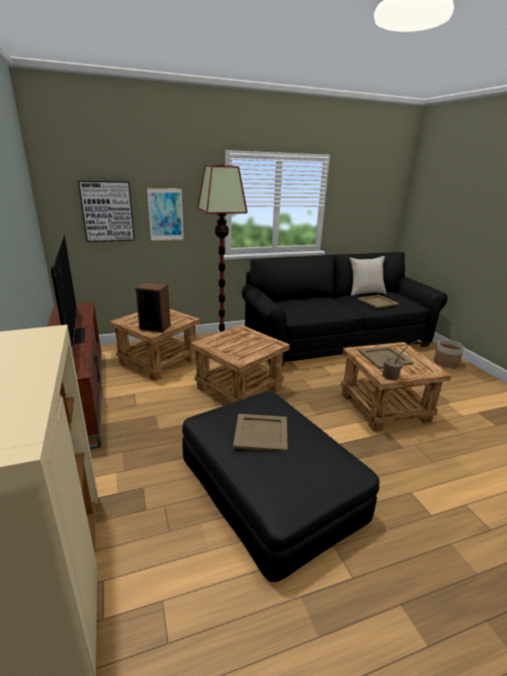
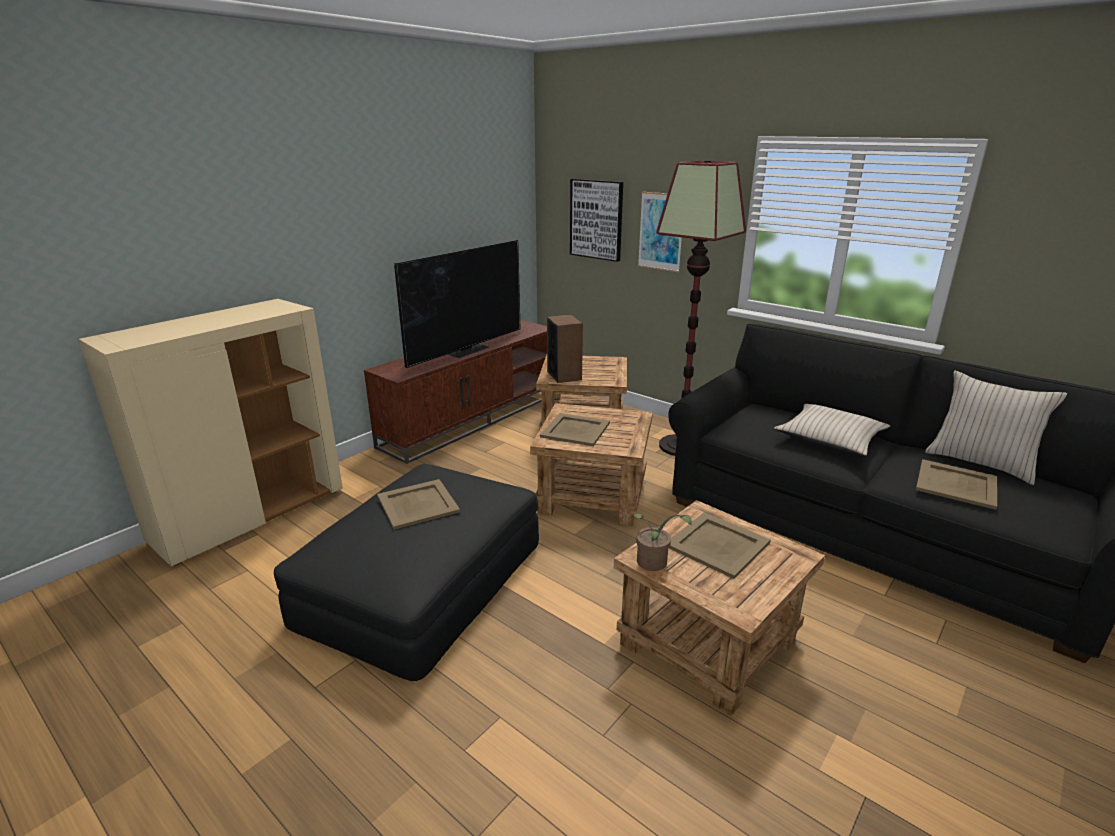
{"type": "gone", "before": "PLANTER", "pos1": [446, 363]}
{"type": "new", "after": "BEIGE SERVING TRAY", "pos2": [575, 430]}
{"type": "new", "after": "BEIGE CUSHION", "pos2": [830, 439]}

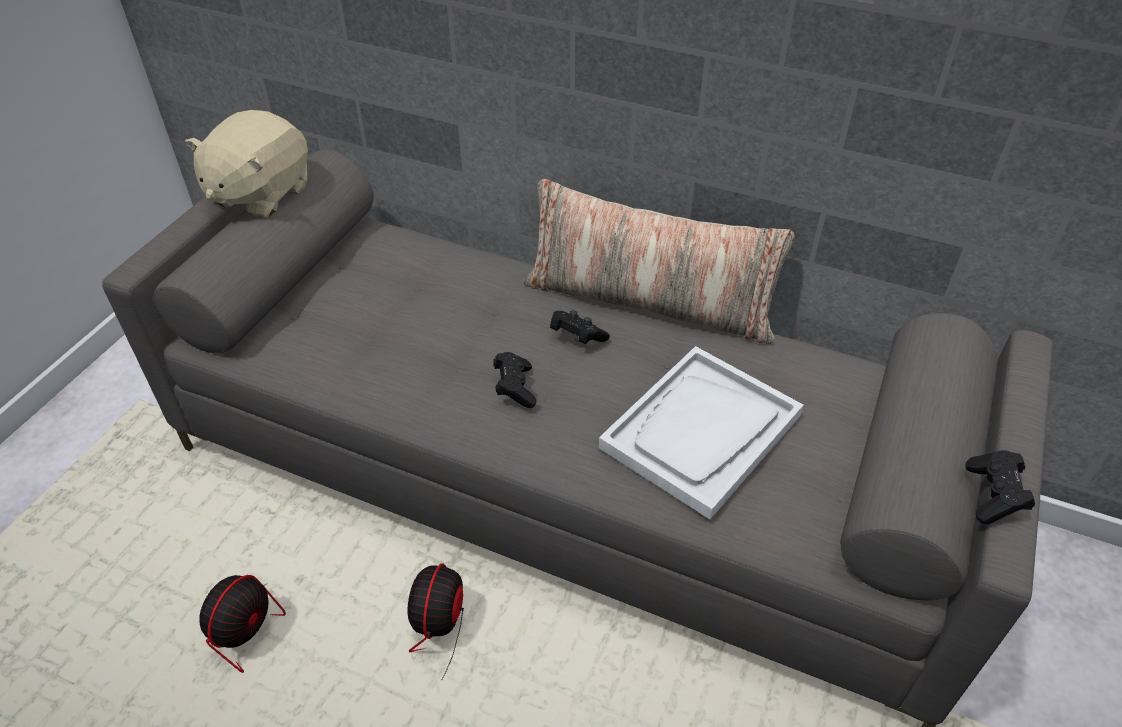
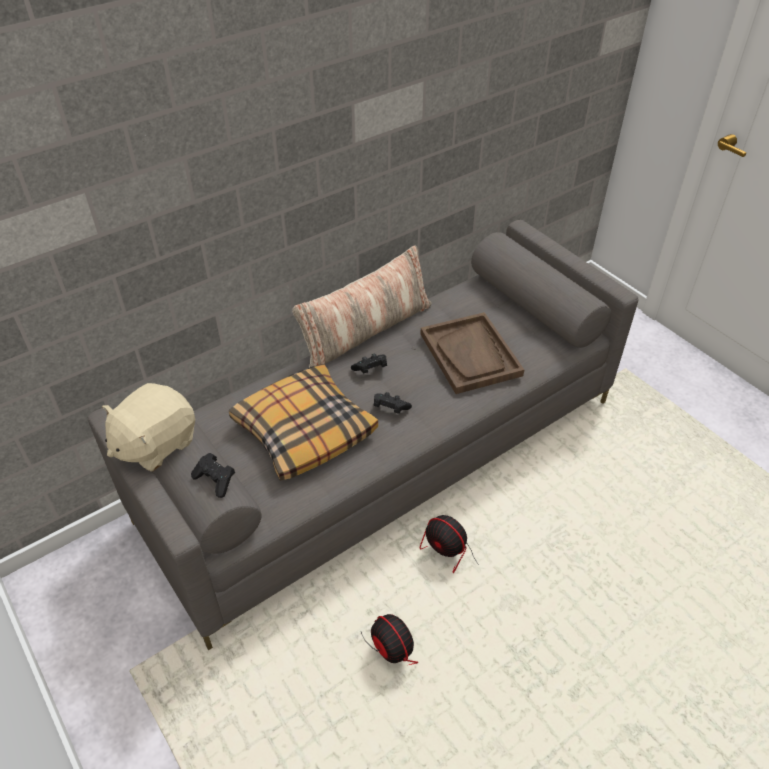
{"type": "new", "after": "CUSHION", "pos2": [304, 430]}
{"type": "shifted", "before": "BLACKISH GAMEPAD", "pos1": [993, 496], "pos2": [215, 480]}
{"type": "repainted", "before": "WHITE-COLOURED SERVING TRAY", "after": "BROWNISH SERVING TRAY", "pos1": [701, 432], "pos2": [470, 354]}
{"type": "rotated", "before": "BEIGE SOFT TOY", "pos1": [259, 194], "pos2": [155, 444], "turn": 75}

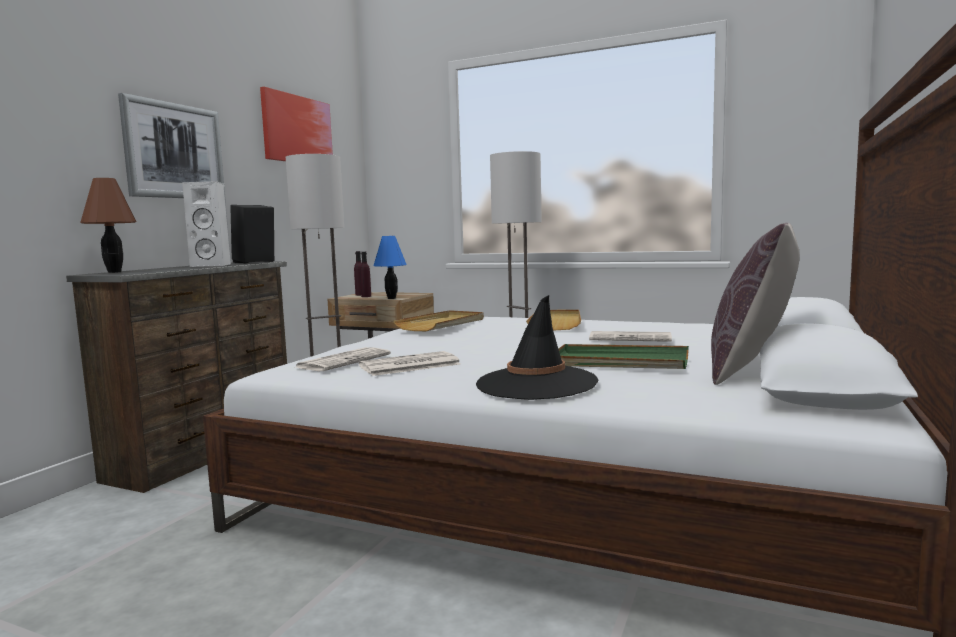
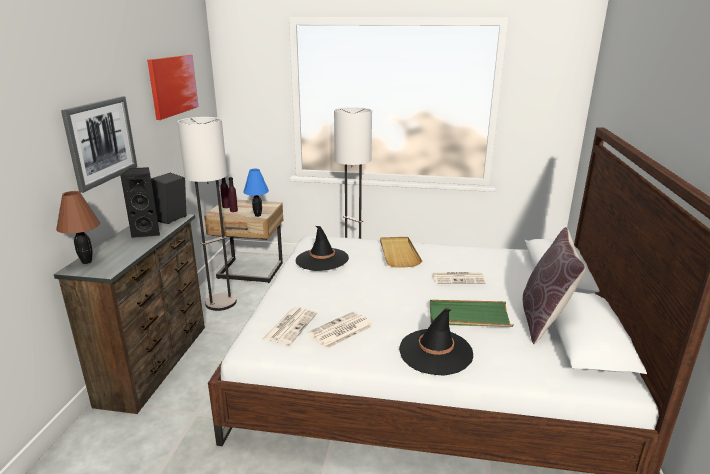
{"type": "swapped", "before": "BEIGE SERVING TRAY", "after": "BLACKISH CLOTHING HAT", "pos1": [442, 324], "pos2": [322, 259]}
{"type": "repainted", "before": "WHITE-COLOURED SPEAKER", "after": "BLACKISH SPEAKER", "pos1": [213, 265], "pos2": [147, 232]}

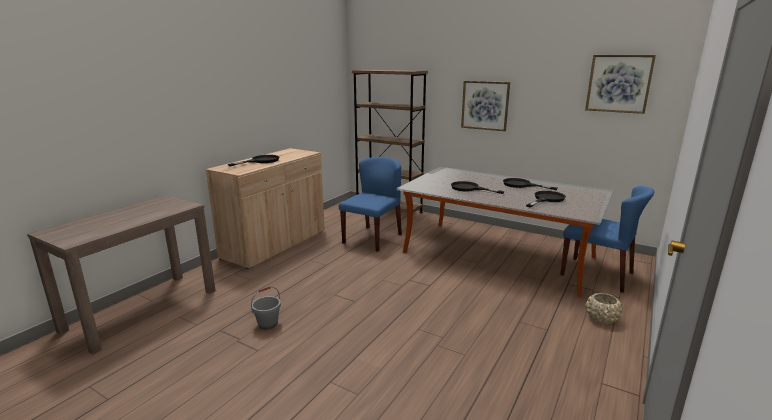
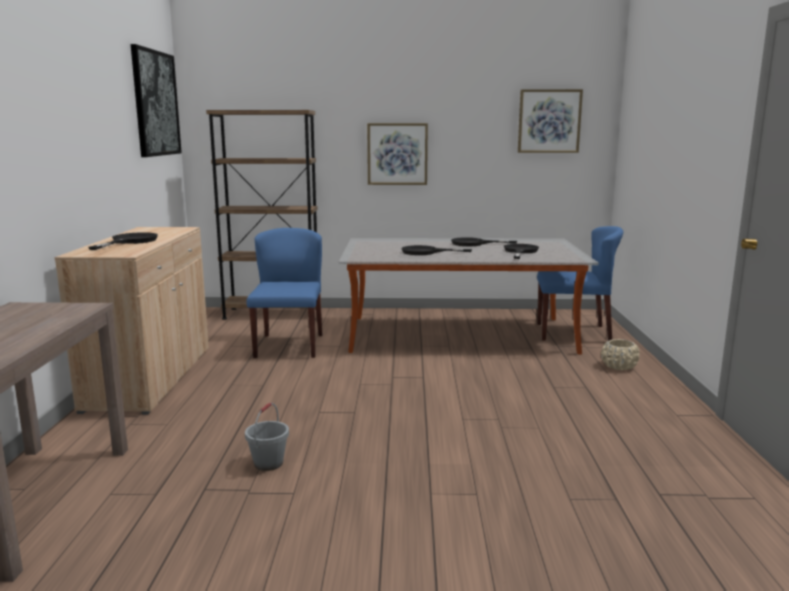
{"type": "new", "after": "WALL ART", "pos2": [155, 103]}

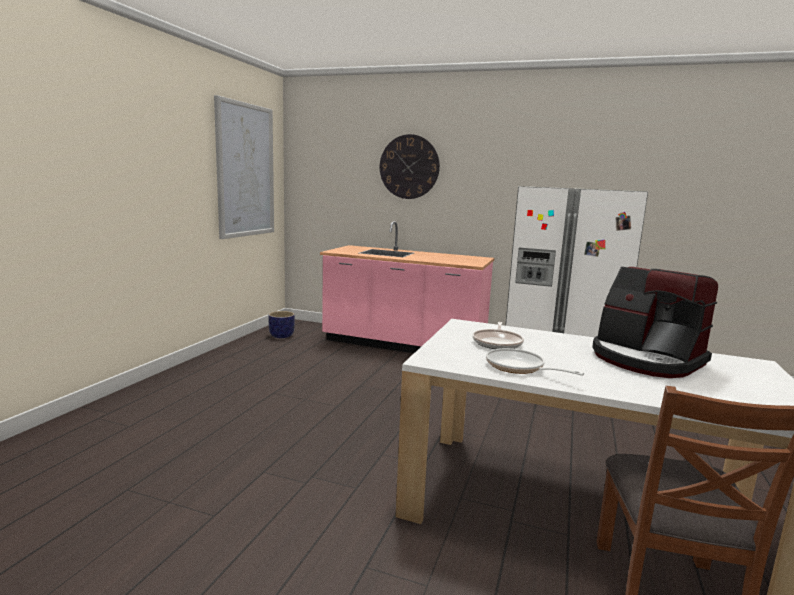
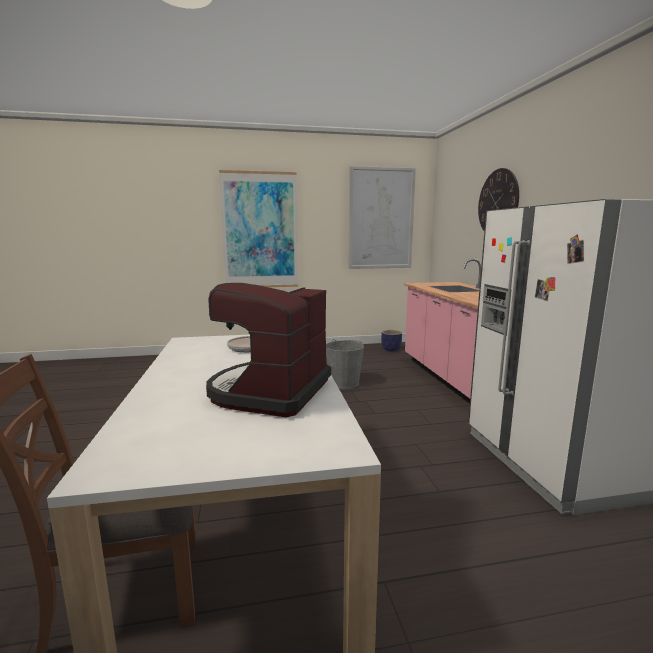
{"type": "gone", "before": "PAN", "pos1": [519, 367]}
{"type": "new", "after": "WALL ART", "pos2": [260, 231]}
{"type": "new", "after": "GREYISH BUCKET", "pos2": [344, 383]}

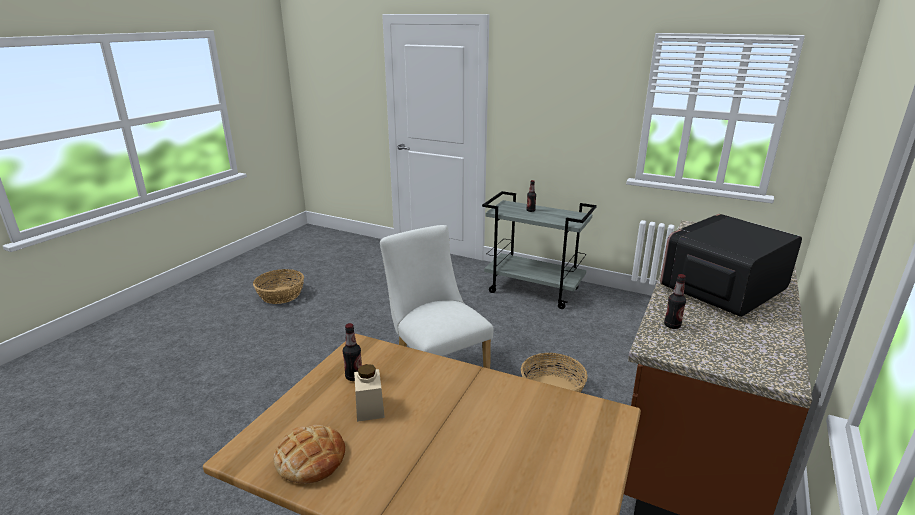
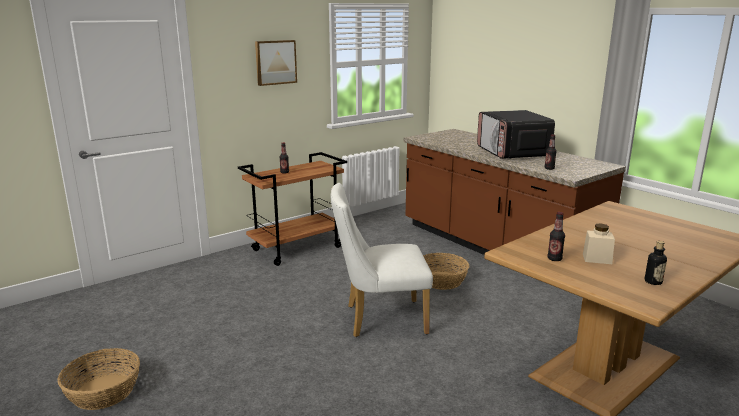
{"type": "new", "after": "WALL ART", "pos2": [275, 62]}
{"type": "swapped", "before": "BAKED BREAD", "after": "BOTTLE", "pos1": [310, 459], "pos2": [653, 281]}
{"type": "repainted", "before": "GREYISH TROLLEY", "after": "BROWNISH TROLLEY", "pos1": [534, 290], "pos2": [297, 248]}

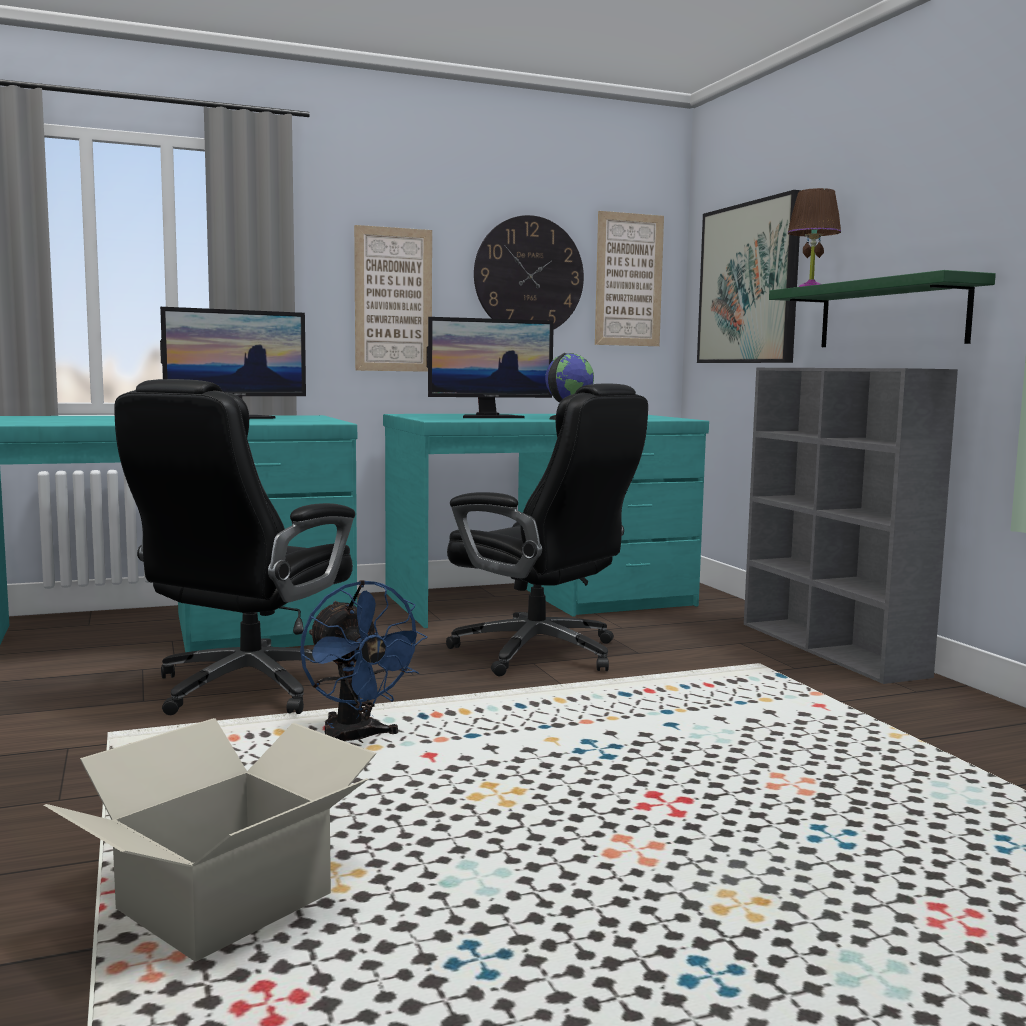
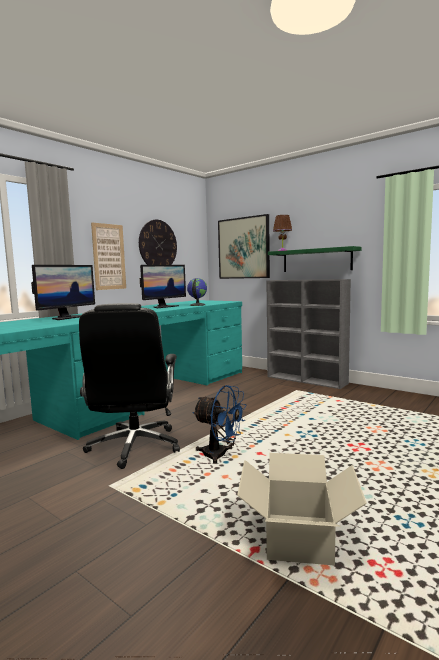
{"type": "gone", "before": "BLACKISH COMPUTER CHAIR", "pos1": [541, 653]}
{"type": "gone", "before": "WALL ART", "pos1": [628, 280]}

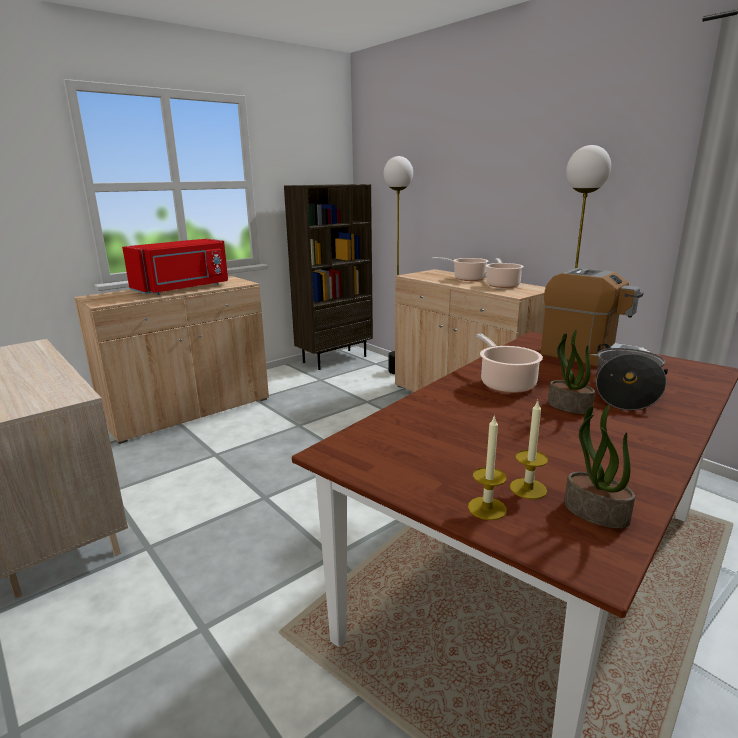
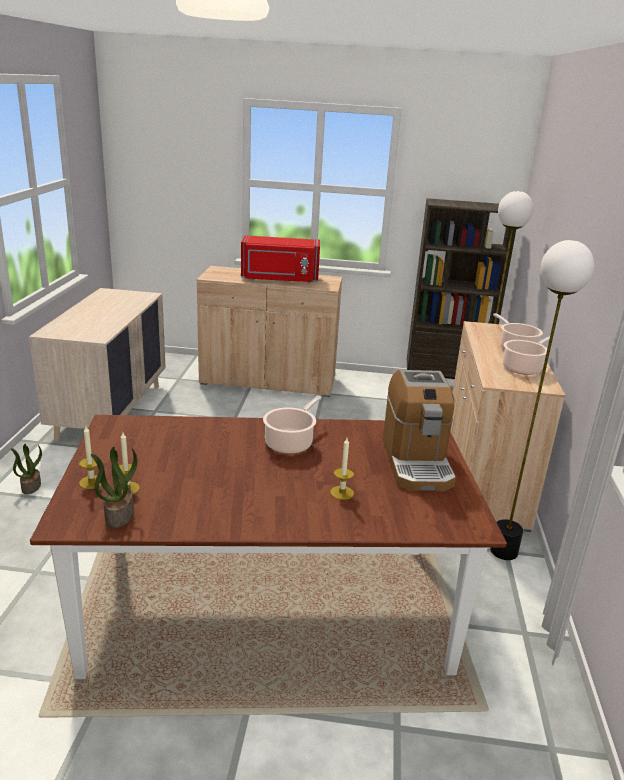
{"type": "shifted", "before": "PLANT IN A POT", "pos1": [568, 406], "pos2": [31, 486]}
{"type": "swapped", "before": "COOKING POT", "after": "WAX LIGHT", "pos1": [625, 392], "pos2": [342, 493]}

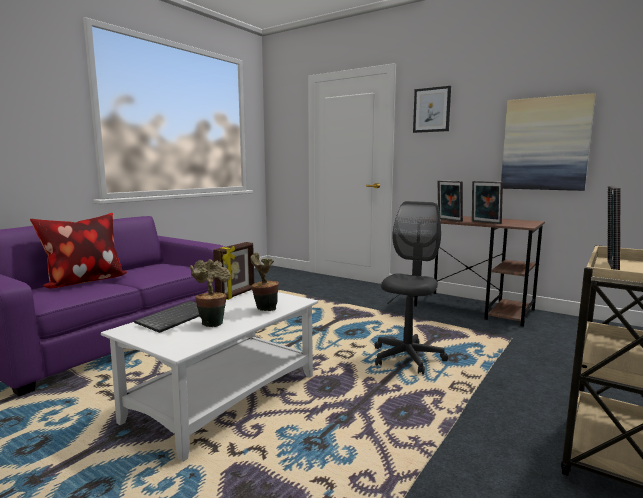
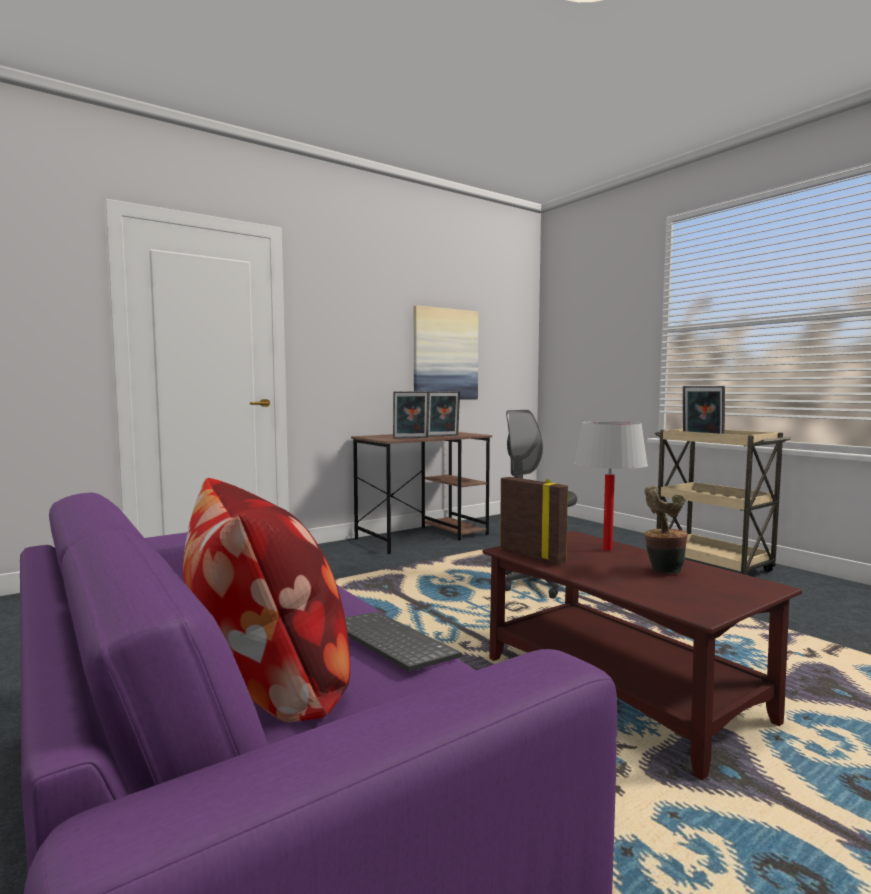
{"type": "gone", "before": "WALL ART", "pos1": [431, 110]}
{"type": "shifted", "before": "PC KEYBOARD", "pos1": [176, 317], "pos2": [387, 643]}
{"type": "swapped", "before": "PLANT IN A POT", "after": "WHITE-COLOURED LAMP FOR A TABLE", "pos1": [264, 309], "pos2": [607, 549]}
{"type": "repainted", "before": "WHITE-COLOURED COFFEE TABLE", "after": "BROWNISH COFFEE TABLE", "pos1": [225, 397], "pos2": [618, 688]}

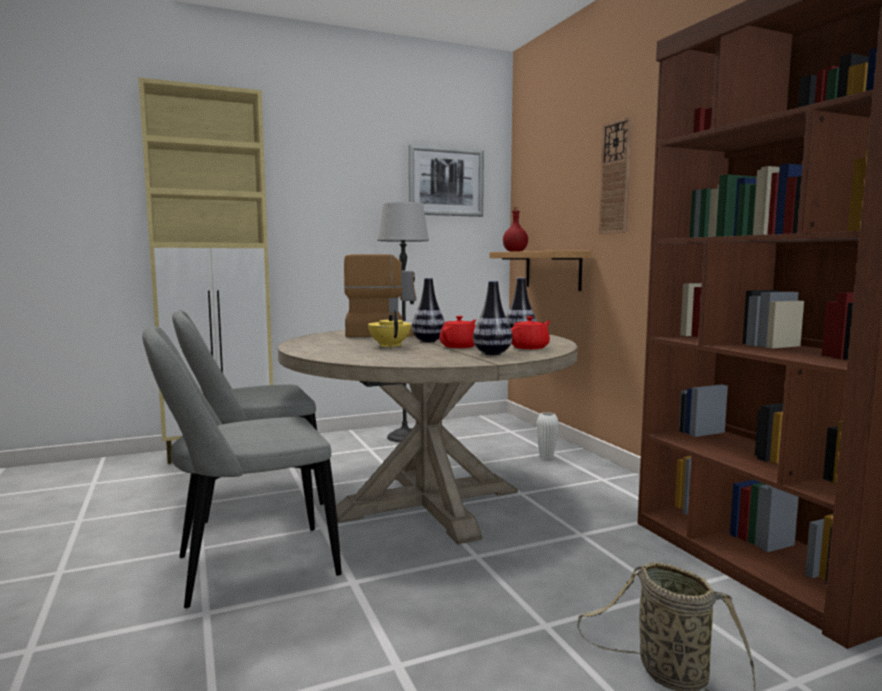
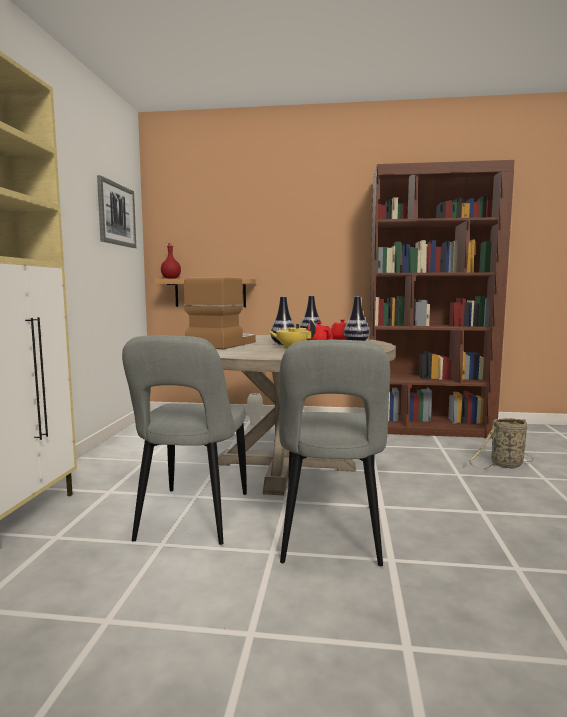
{"type": "gone", "before": "STANDING LAMP", "pos1": [404, 437]}
{"type": "gone", "before": "WALL CLOCK", "pos1": [616, 177]}

